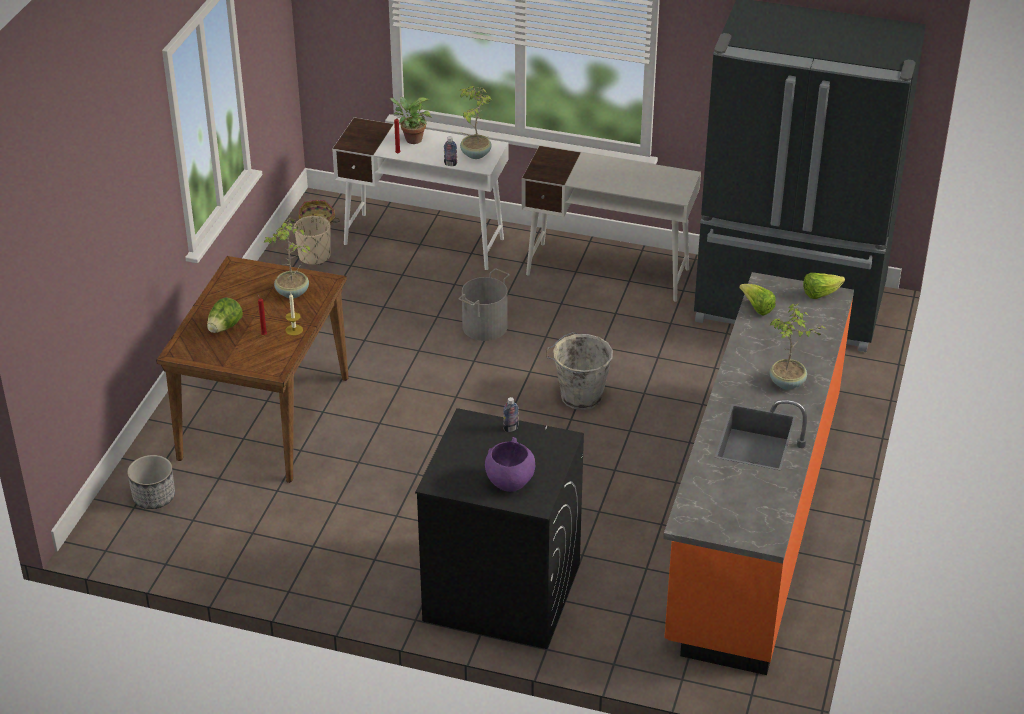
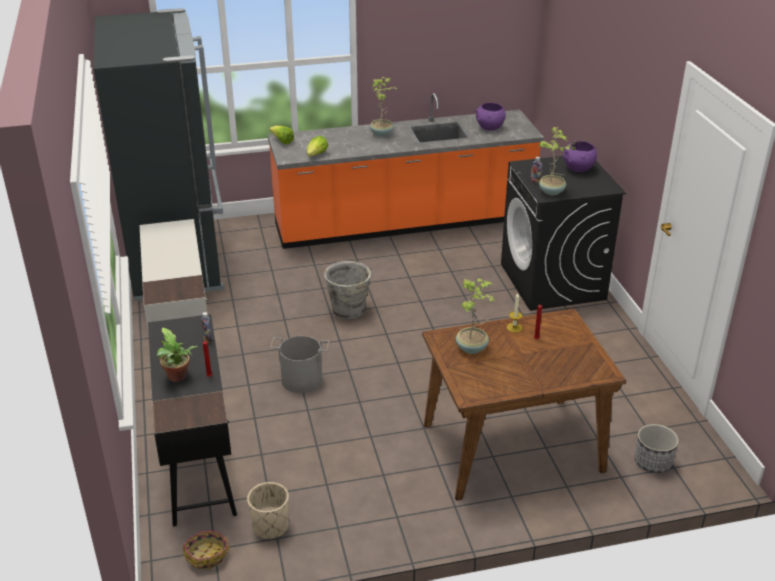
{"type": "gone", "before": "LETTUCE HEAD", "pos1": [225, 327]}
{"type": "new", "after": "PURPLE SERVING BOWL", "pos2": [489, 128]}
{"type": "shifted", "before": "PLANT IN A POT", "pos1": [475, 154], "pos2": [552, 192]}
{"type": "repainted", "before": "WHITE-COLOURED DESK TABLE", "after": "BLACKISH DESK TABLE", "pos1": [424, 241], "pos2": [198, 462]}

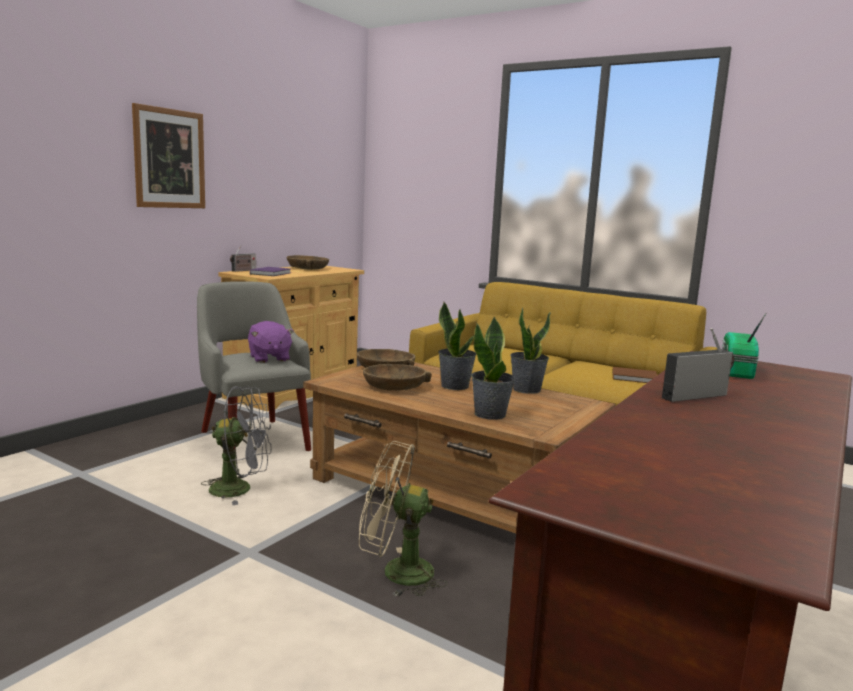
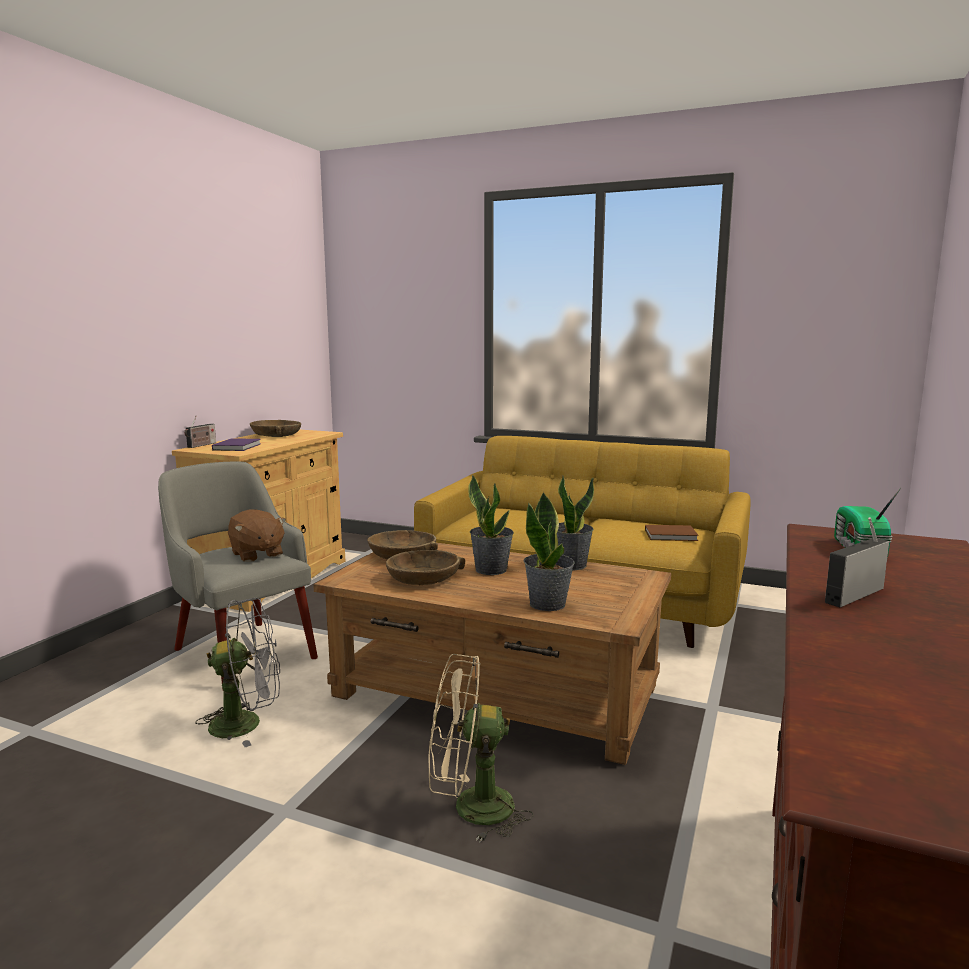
{"type": "gone", "before": "WALL ART", "pos1": [169, 159]}
{"type": "repainted", "before": "PURPLE SOFT TOY", "after": "BROWNISH SOFT TOY", "pos1": [269, 358], "pos2": [256, 554]}

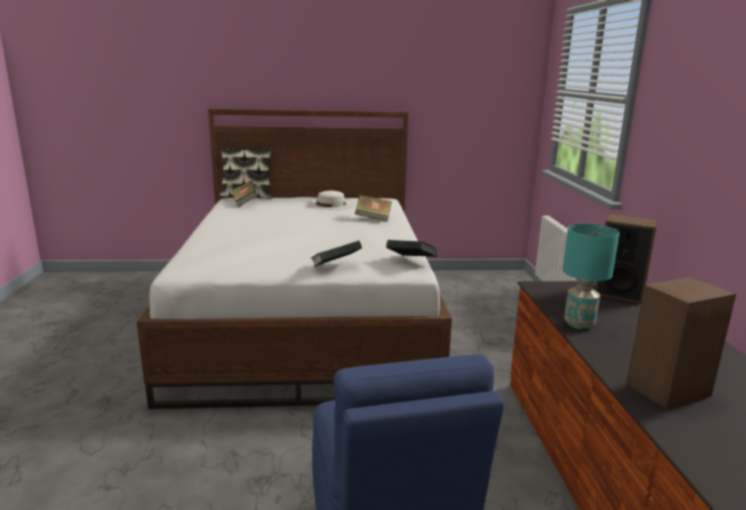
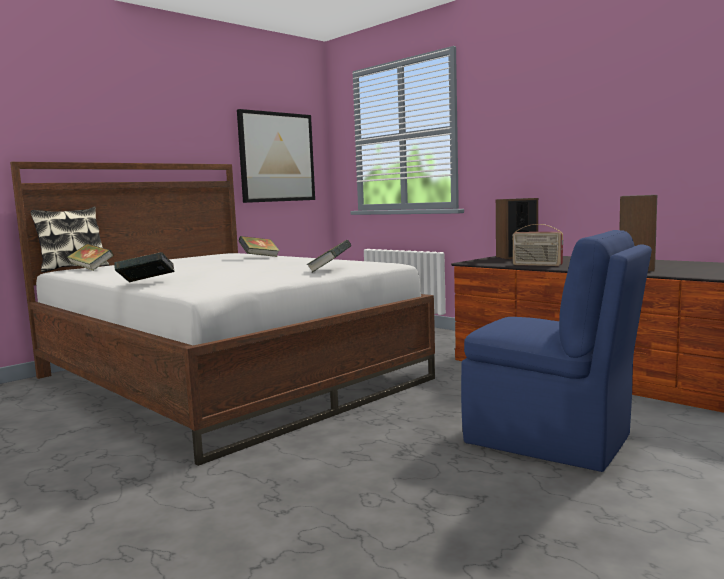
{"type": "gone", "before": "WHITE-COLOURED CLOTHING HAT", "pos1": [331, 204]}
{"type": "new", "after": "WALL ART", "pos2": [276, 157]}
{"type": "shifted", "before": "VOLUME", "pos1": [411, 262], "pos2": [146, 283]}
{"type": "swapped", "before": "TURQUOISE-COLOURED LAMP FOR A TABLE", "after": "RADIO", "pos1": [579, 324], "pos2": [537, 265]}

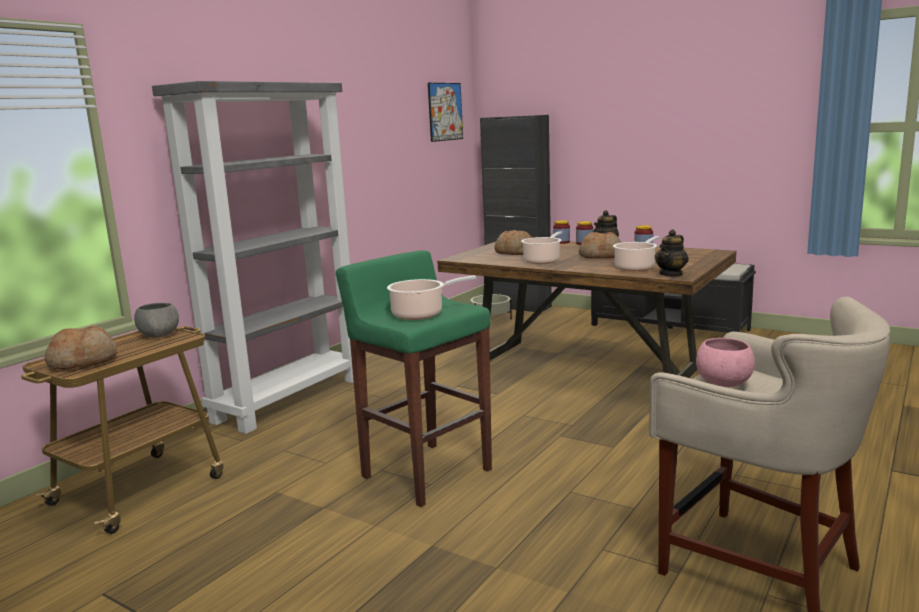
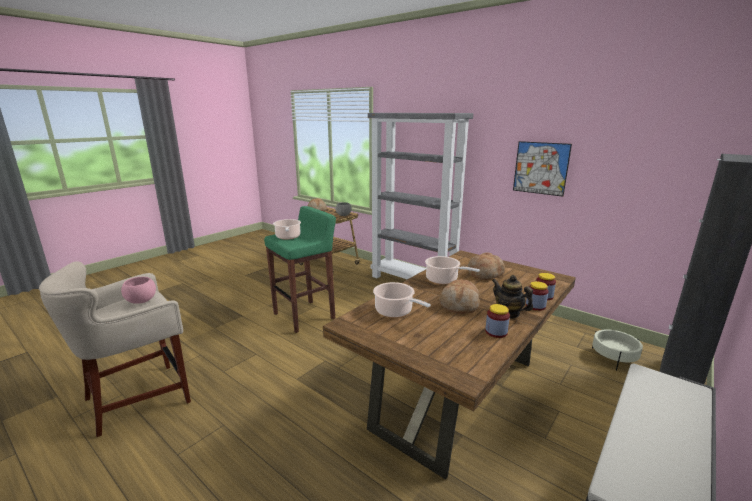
{"type": "gone", "before": "TEAPOT", "pos1": [671, 274]}
{"type": "shifted", "before": "WALL ART", "pos1": [445, 111], "pos2": [540, 168]}

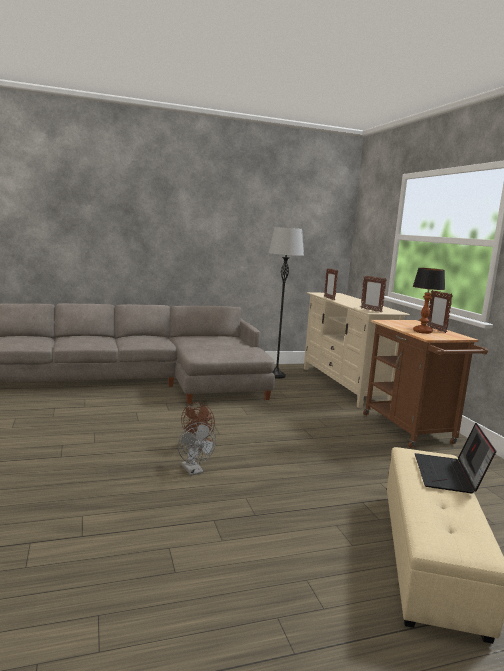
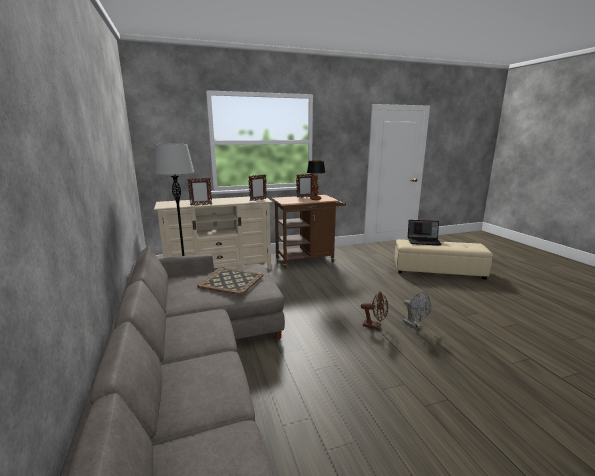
{"type": "new", "after": "SERVING TRAY", "pos2": [232, 281]}
{"type": "rotated", "before": "GREYISH COOLING FAN", "pos1": [194, 471], "pos2": [415, 325], "turn": 90}

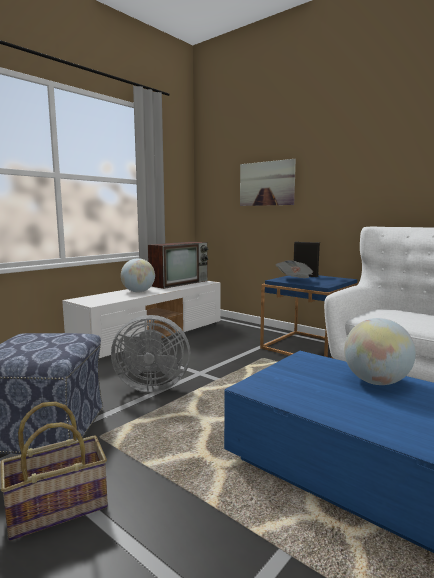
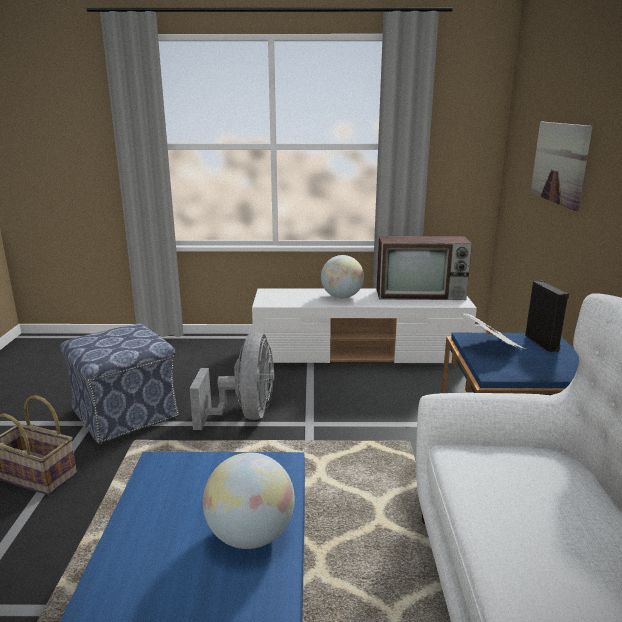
{"type": "rotated", "before": "GREYISH COOLING FAN", "pos1": [150, 386], "pos2": [245, 415], "turn": -135}

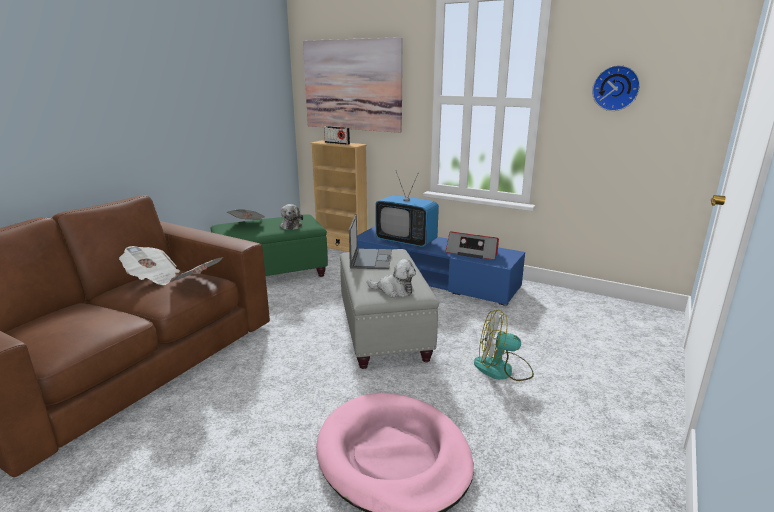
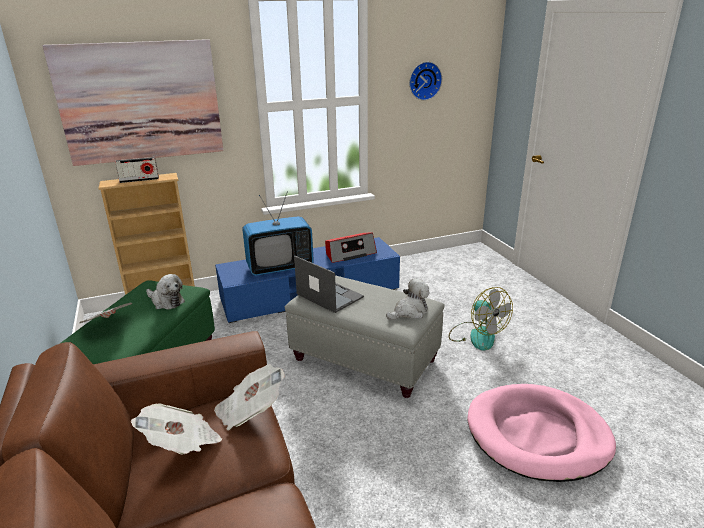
{"type": "rotated", "before": "COOLING FAN", "pos1": [502, 369], "pos2": [476, 335], "turn": -75}

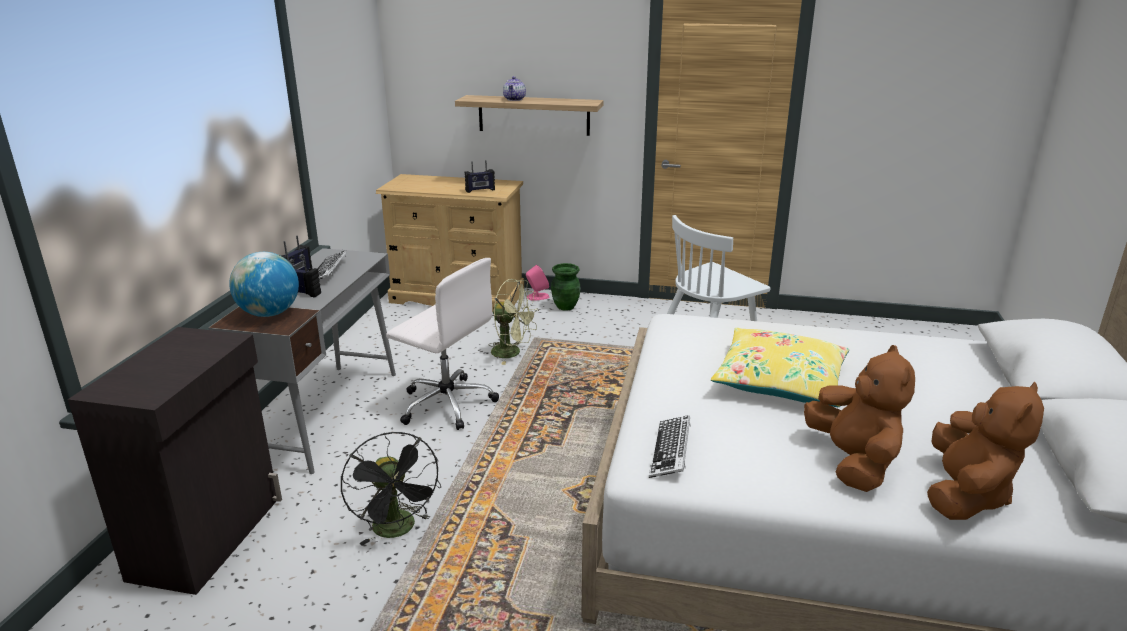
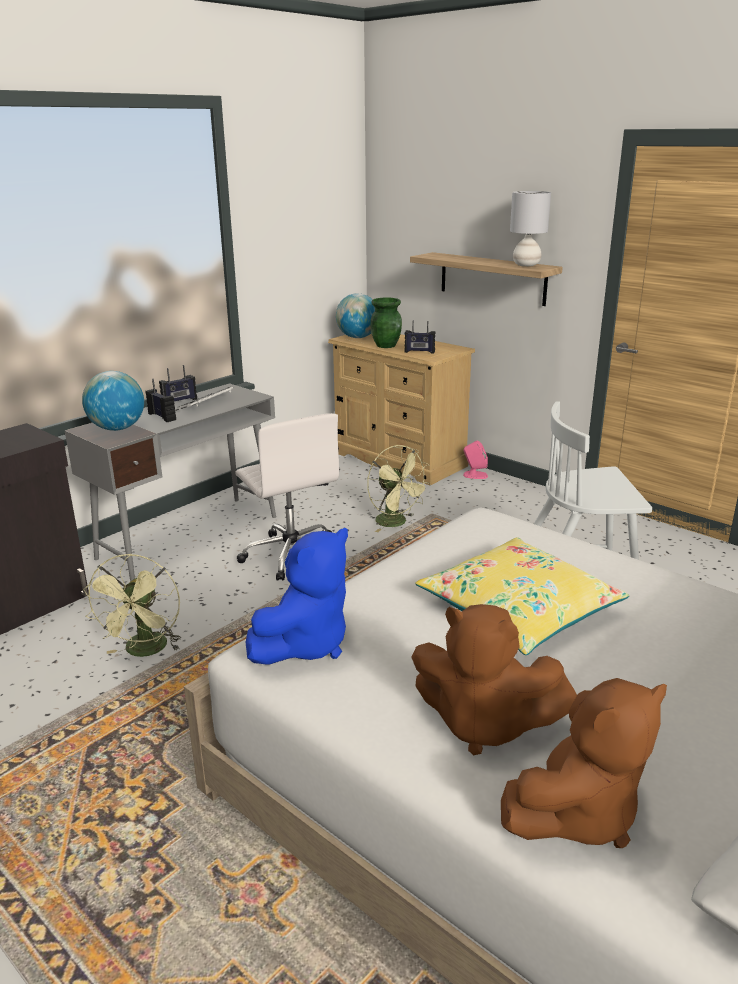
{"type": "gone", "before": "TEAPOT", "pos1": [514, 99]}
{"type": "new", "after": "GLOBE", "pos2": [357, 337]}
{"type": "new", "after": "GREYISH LAMP FOR A TABLE", "pos2": [526, 265]}
{"type": "shifted", "before": "GREEN-COLOURED DECORATIVE VASE", "pos1": [565, 306], "pos2": [386, 345]}
{"type": "swapped", "before": "PC KEYBOARD", "after": "BLUE-COLOURED SOFT TOY", "pos1": [670, 452], "pos2": [305, 644]}
{"type": "repainted", "before": "BLACKISH COOLING FAN", "after": "GREEN-COLOURED COOLING FAN", "pos1": [398, 530], "pos2": [145, 651]}
{"type": "rotated", "before": "BROWNISH SOFT TOY", "pos1": [853, 462], "pos2": [484, 724], "turn": 90}

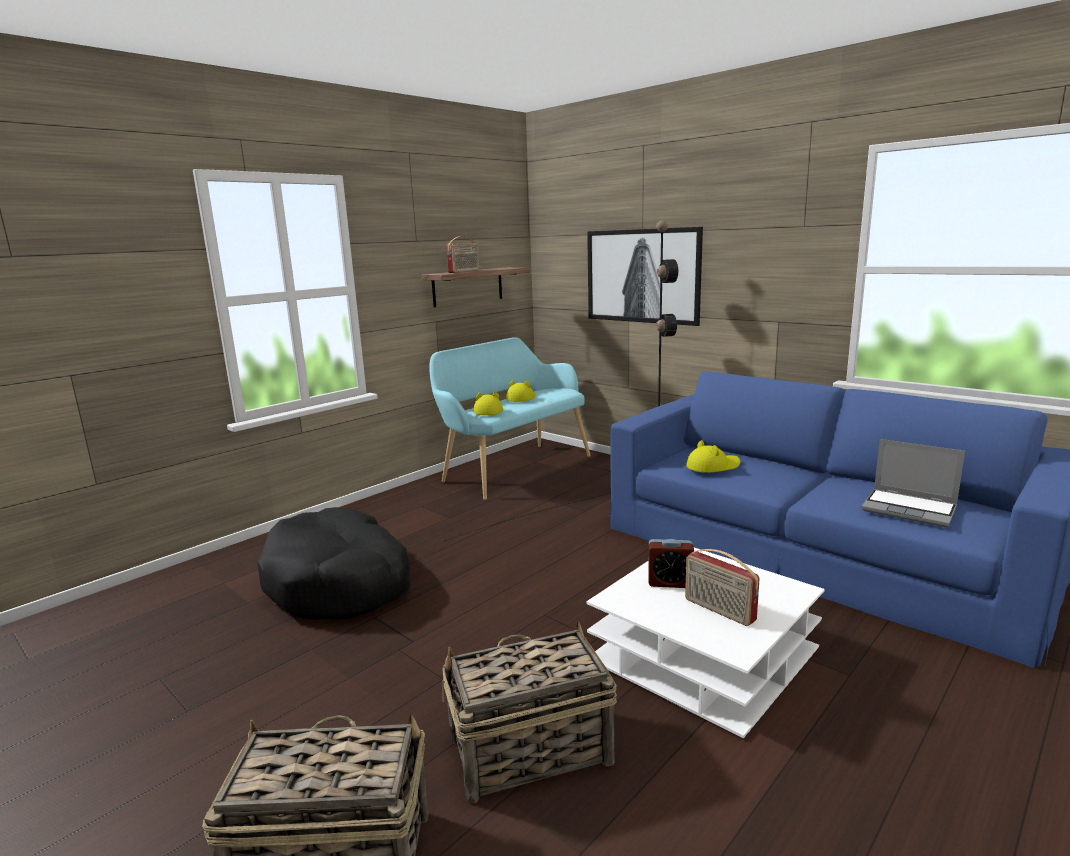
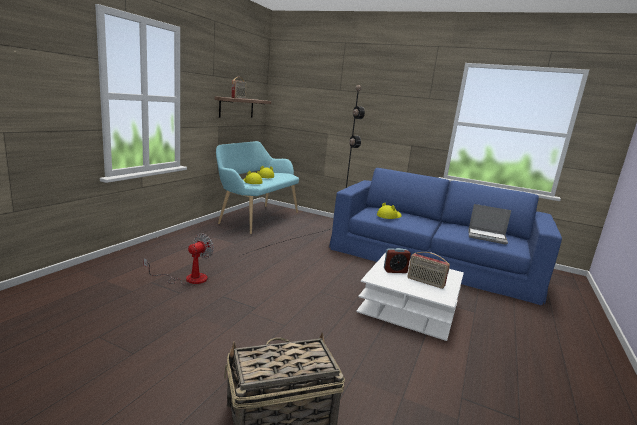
{"type": "gone", "before": "STORAGE BASKET", "pos1": [528, 751]}
{"type": "gone", "before": "WALL ART", "pos1": [641, 276]}
{"type": "swapped", "before": "BLACKISH DOG CUSHION", "after": "COOLING FAN", "pos1": [339, 583], "pos2": [188, 279]}

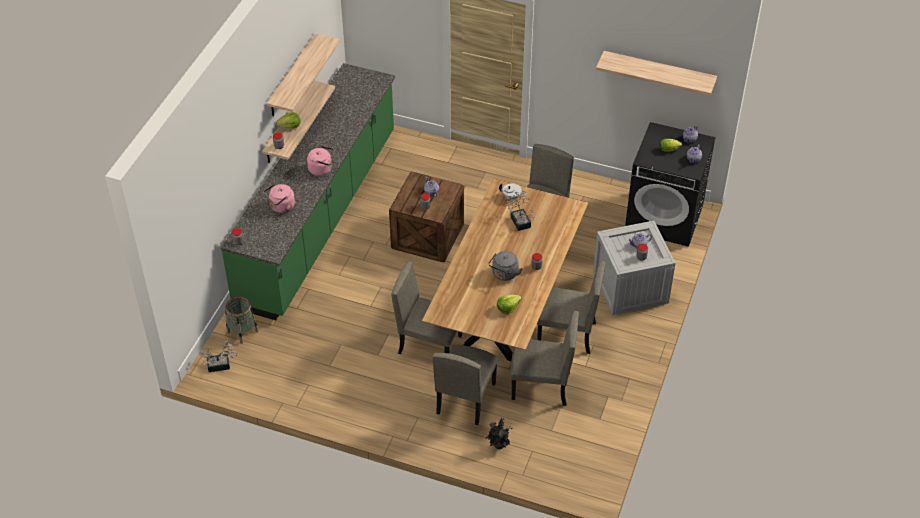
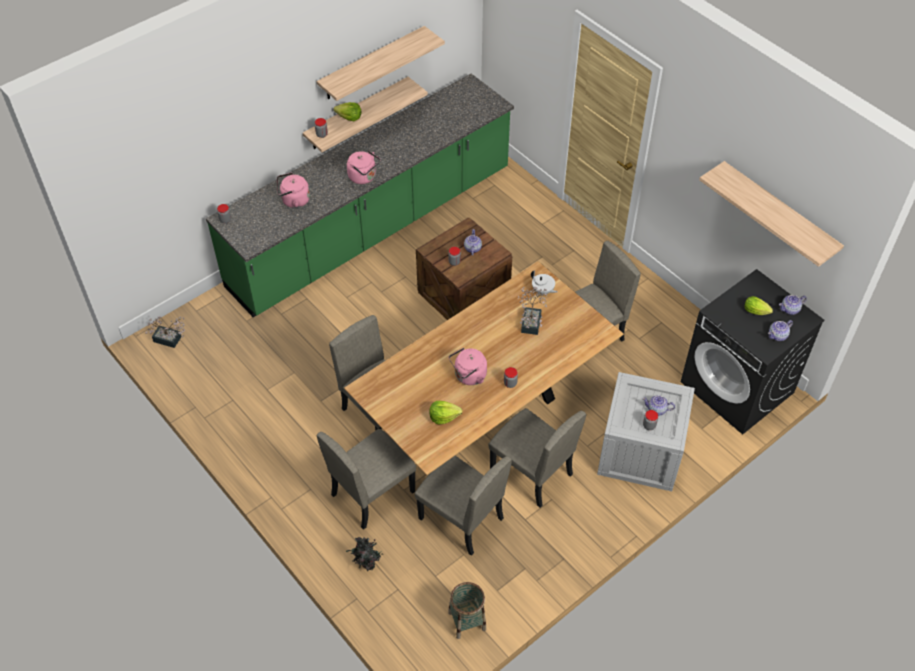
{"type": "shifted", "before": "STORAGE BASKET", "pos1": [242, 332], "pos2": [467, 621]}
{"type": "repainted", "before": "GREYISH WATER KETTLE", "after": "PINK-COLOURED WATER KETTLE", "pos1": [504, 274], "pos2": [468, 376]}

